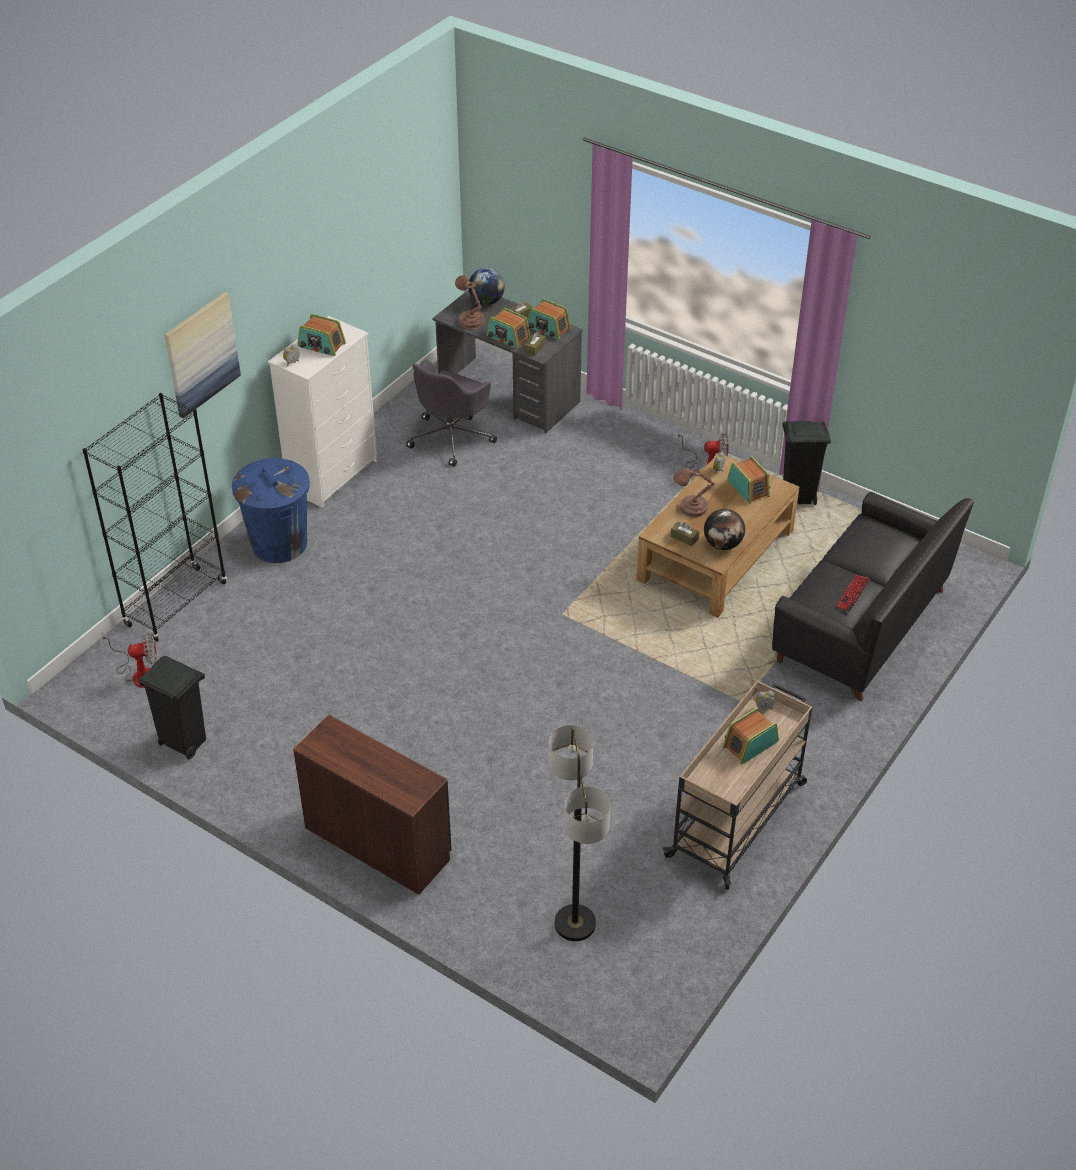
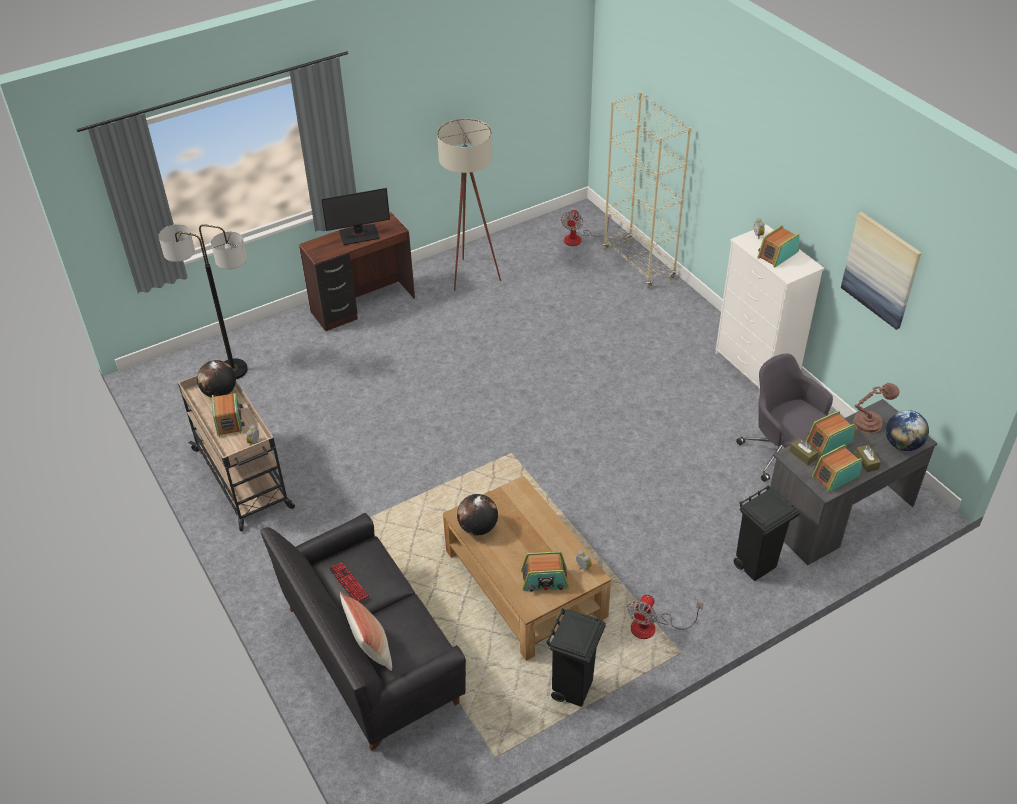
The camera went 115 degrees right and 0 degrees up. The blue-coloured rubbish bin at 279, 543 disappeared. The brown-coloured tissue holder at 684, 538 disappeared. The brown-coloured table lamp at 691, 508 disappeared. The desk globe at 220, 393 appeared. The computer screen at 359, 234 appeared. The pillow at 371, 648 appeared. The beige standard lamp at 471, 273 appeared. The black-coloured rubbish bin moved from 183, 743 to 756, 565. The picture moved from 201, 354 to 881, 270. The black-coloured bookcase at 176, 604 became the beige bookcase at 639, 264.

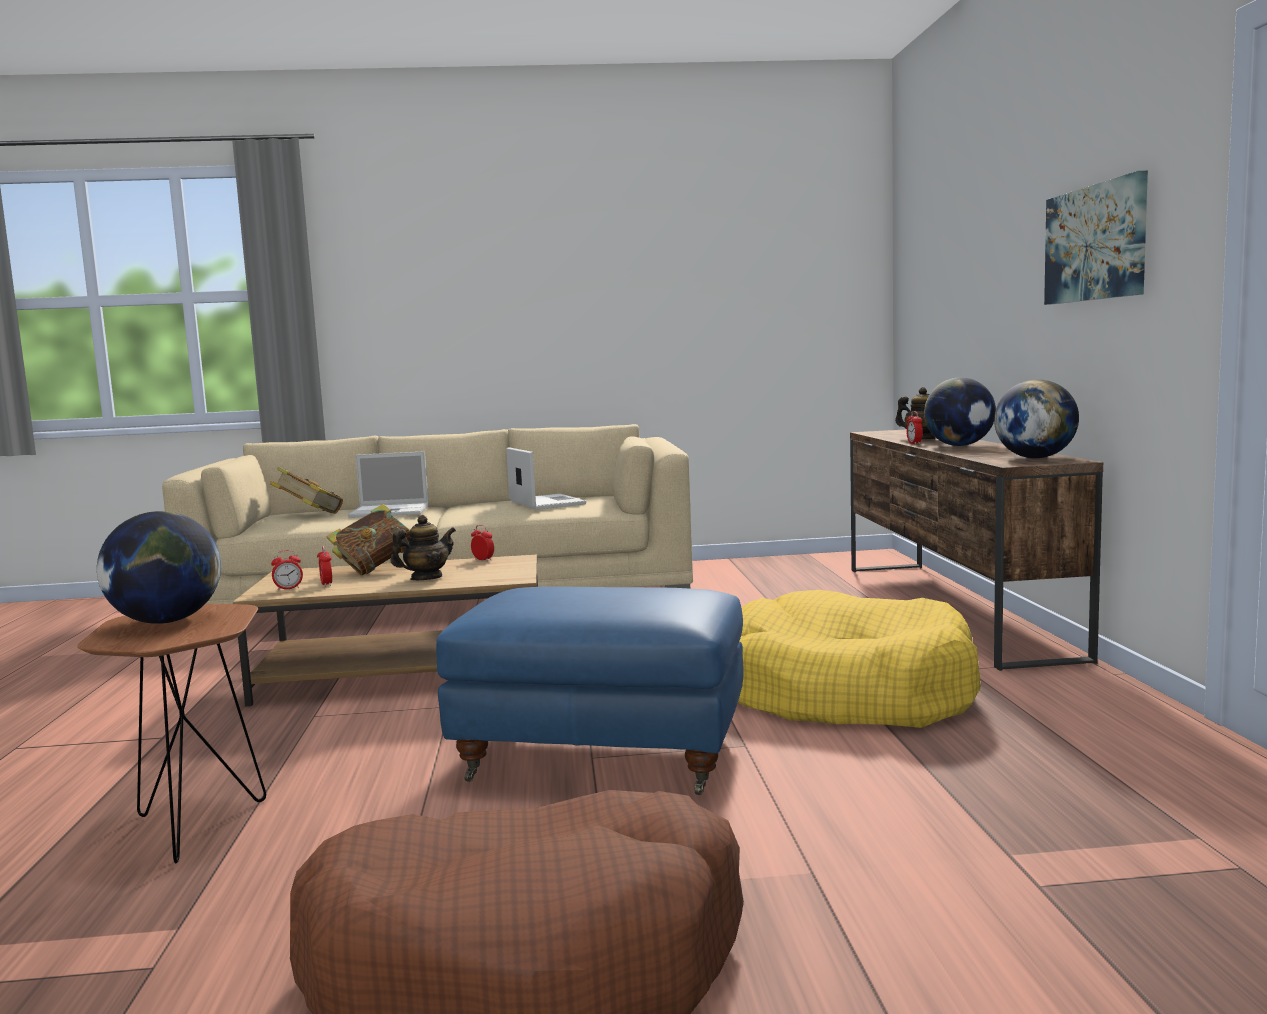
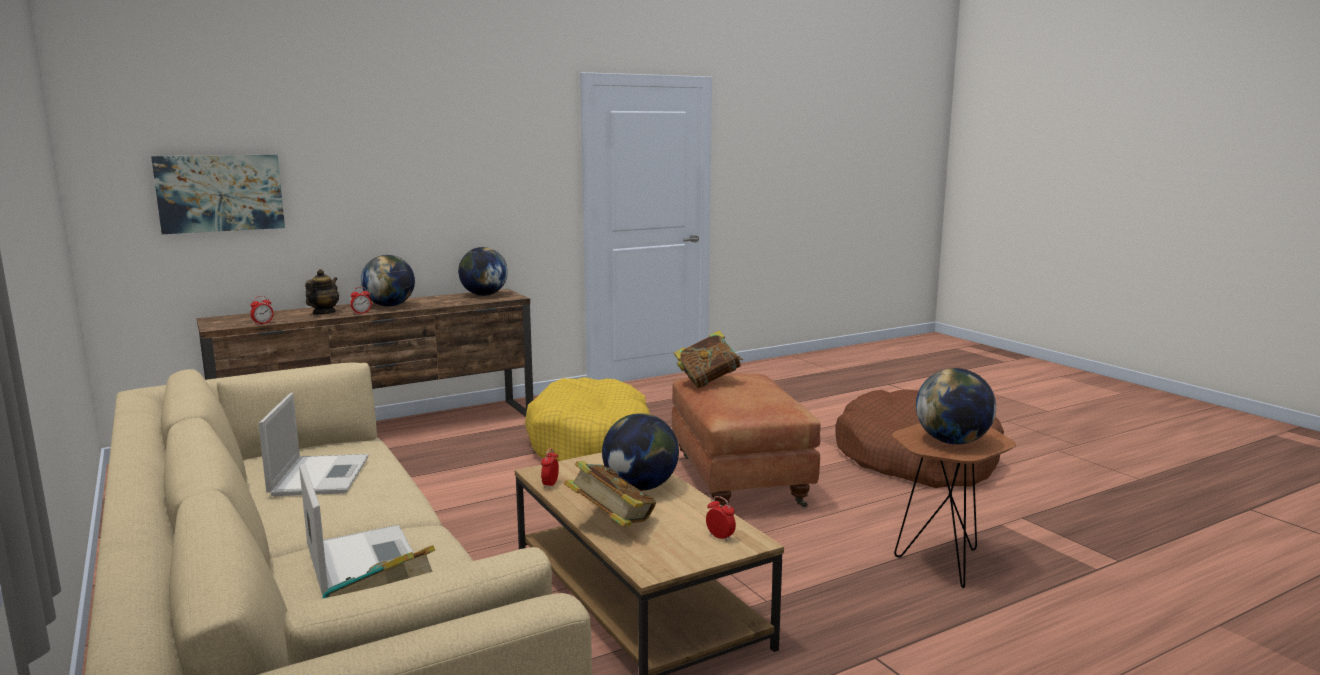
The camera went 115 degrees left and 5 degrees up. The volume at 708, 382 appeared. The table clock moved from 326, 584 to 263, 323. The picture moved from 1096, 243 to 220, 193. The tea pot at 426, 578 was replaced by the desk globe at 640, 487. The blue-coloured pouffe at 603, 756 became the brown-coloured pouffe at 738, 483. The laptop at 546, 503 turned 135 degrees clockwise.

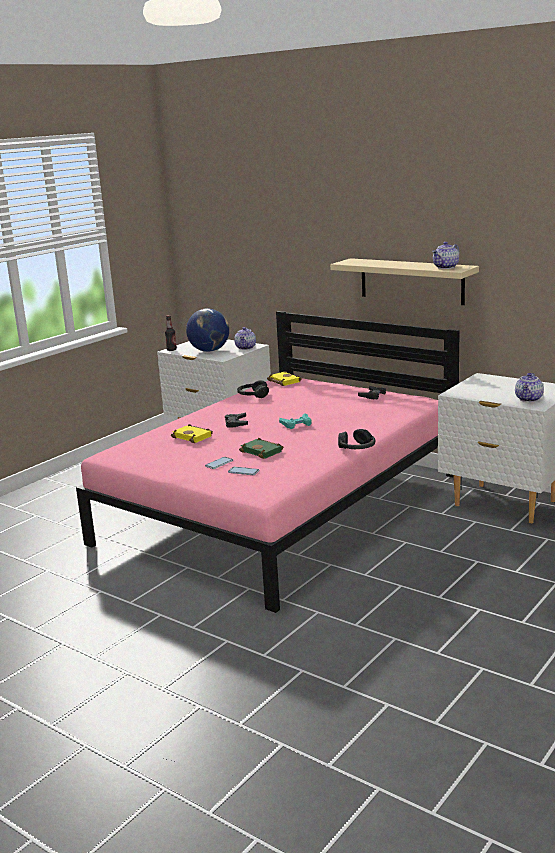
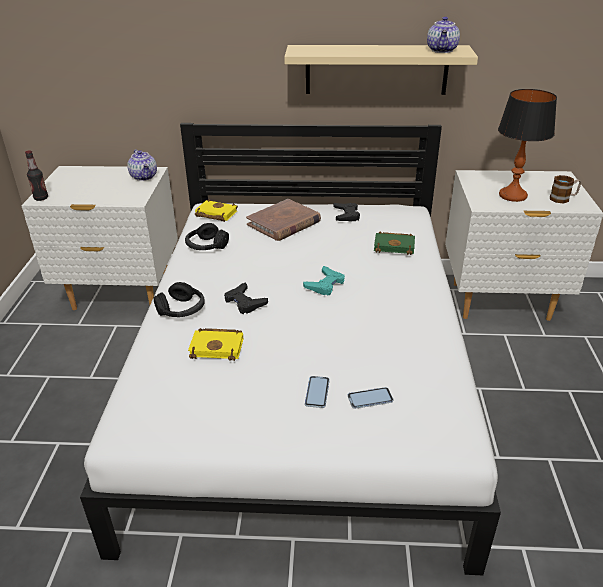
The camera went 35 degrees left and 15 degrees up. The desk globe at 209, 351 disappeared. The brown-coloured volume at 284, 223 appeared. The table lamp at 513, 195 appeared. The greenish volume moved from 263, 451 to 395, 246. The black-coloured headphones moved from 357, 448 to 181, 309. The tea pot at 529, 399 was replaced by the tea mug at 563, 198. The pink sleeping bed at 282, 508 became the whitish sleeping bed at 303, 383.

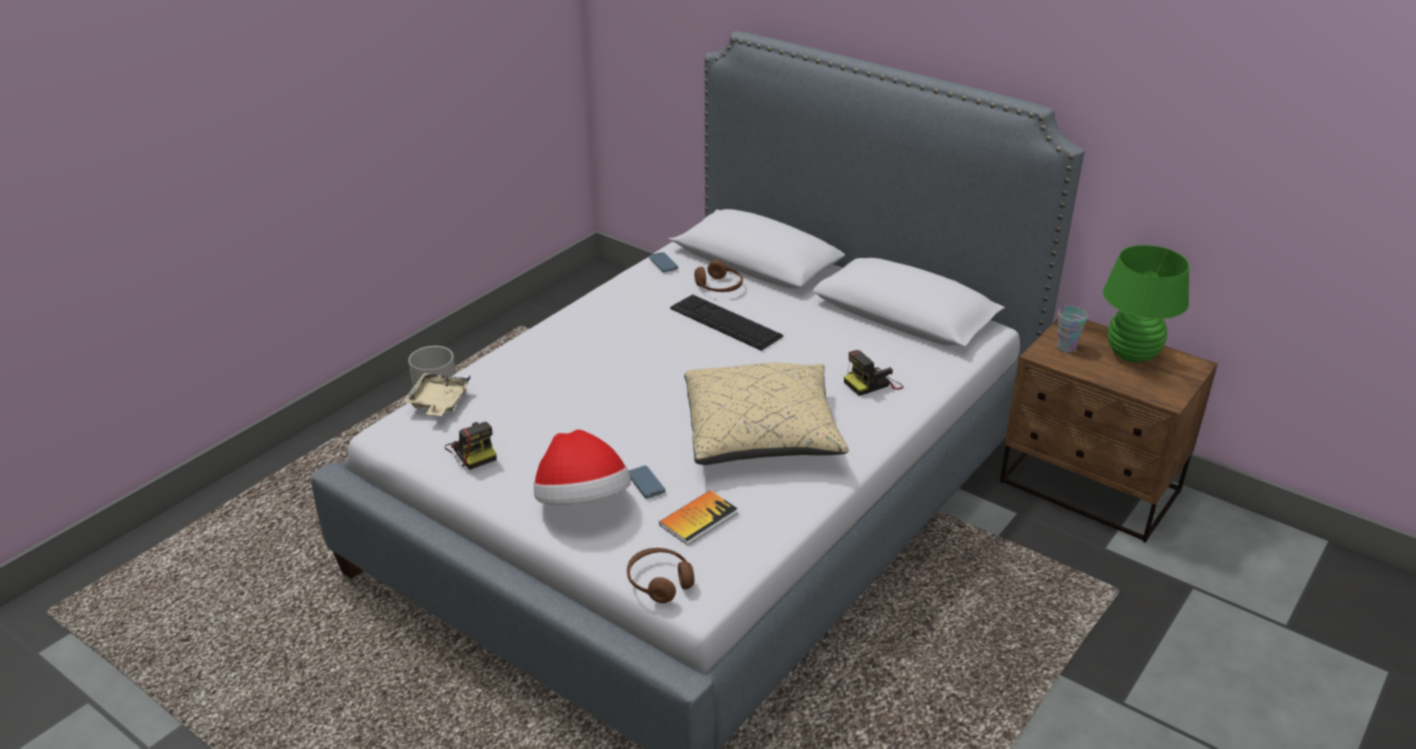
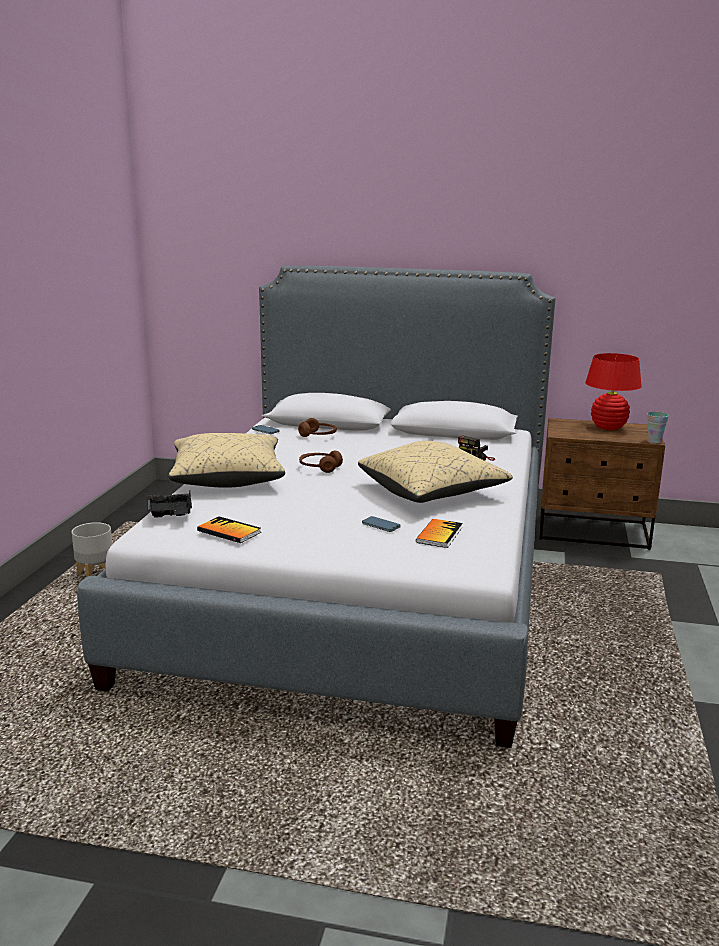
The camera went 25 degrees left and 15 degrees down. The hat at 582, 503 disappeared. The keyboard at 725, 322 disappeared. The beige pillow at 227, 478 appeared. The brown-coloured headphones moved from 659, 582 to 320, 468. The drinking cup moved from 1066, 347 to 654, 441. The photo camera at 472, 451 was replaced by the volume at 229, 531. The beige carrying tray at 438, 402 became the black-coloured carrying tray at 170, 513. The greenish table lamp at 1132, 354 became the reddish table lamp at 608, 427.

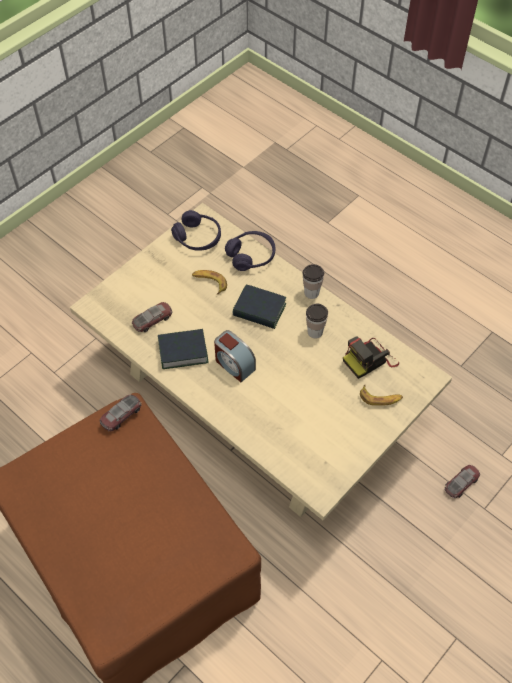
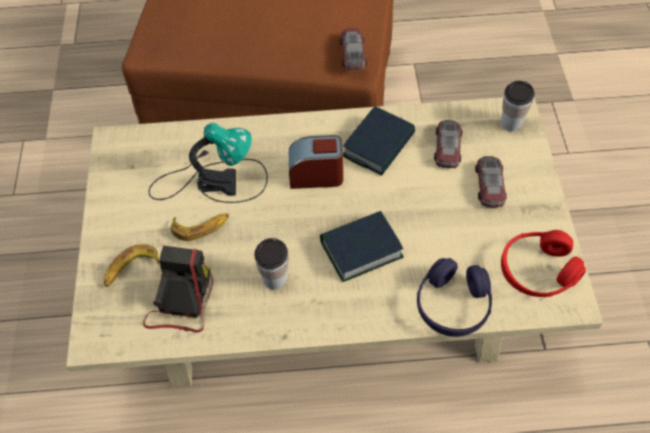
The camera went 135 degrees right and 0 degrees up. The table lamp at 213, 180 appeared. The whole banana moved from 209, 283 to 201, 227. The drinking cup moved from 311, 293 to 511, 123. The model car moved from 461, 483 to 490, 185. The purplish headphones at 197, 237 became the reddish headphones at 537, 271.

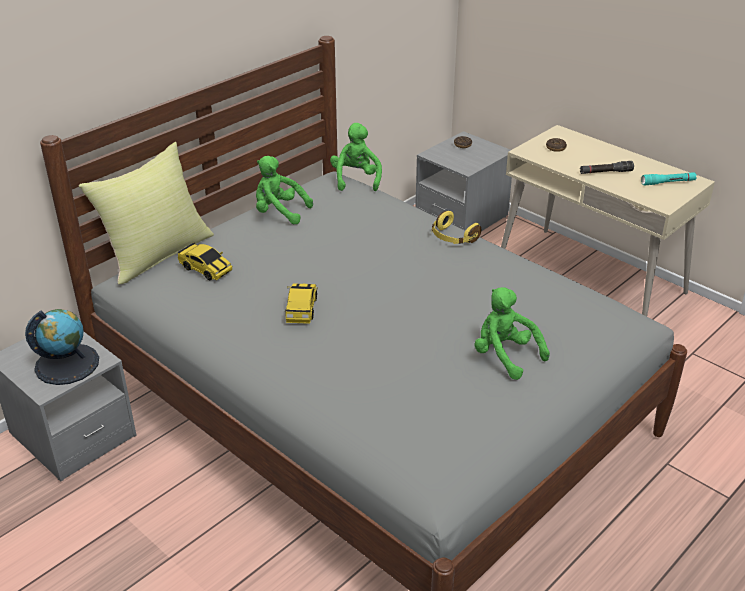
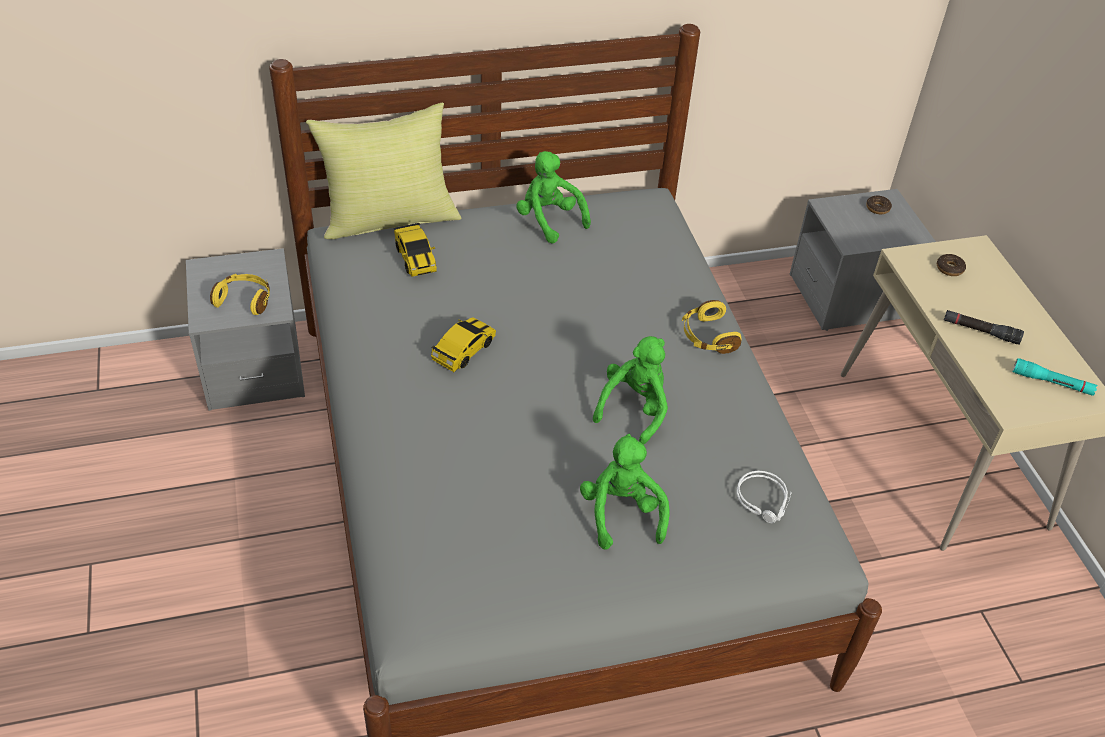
The camera went 30 degrees right and 10 degrees up. The whitish headphones at 764, 500 appeared. The greenish cuddly toy moved from 356, 179 to 634, 409. The desk globe at 67, 364 was replaced by the yellow headphones at 244, 300.

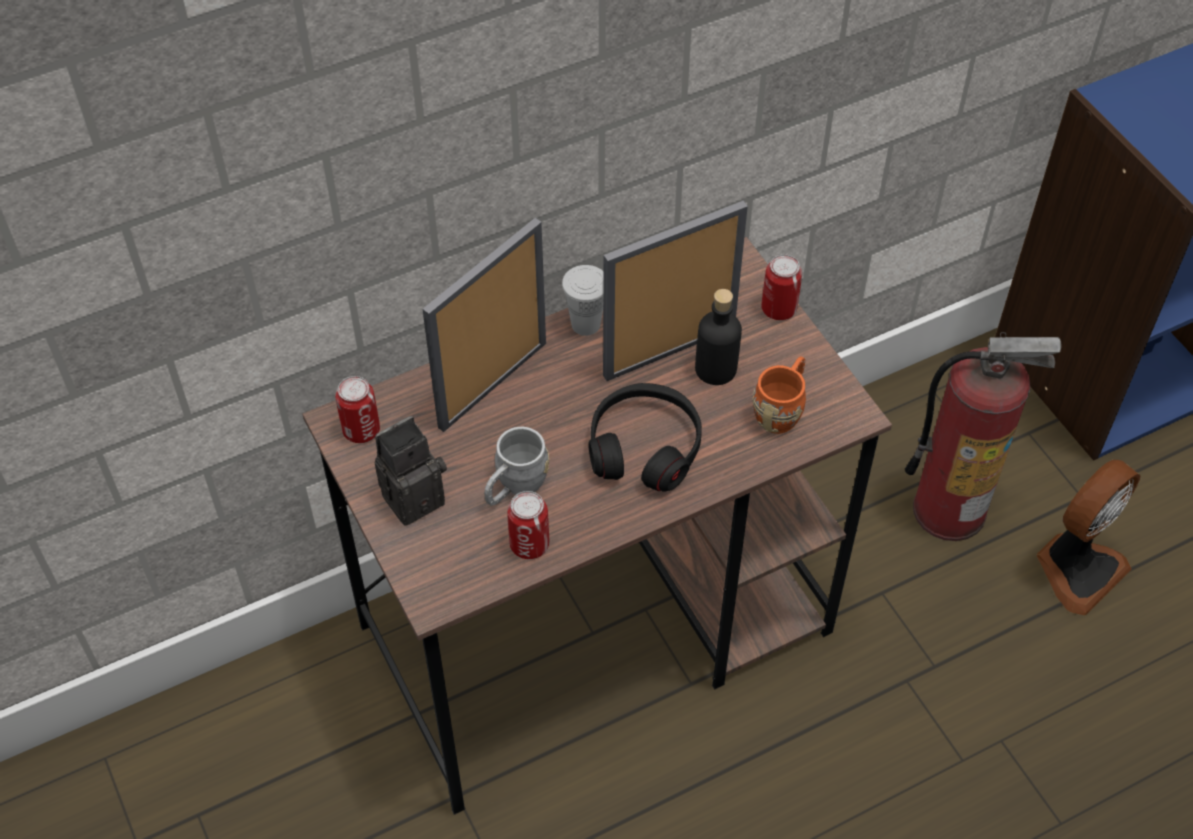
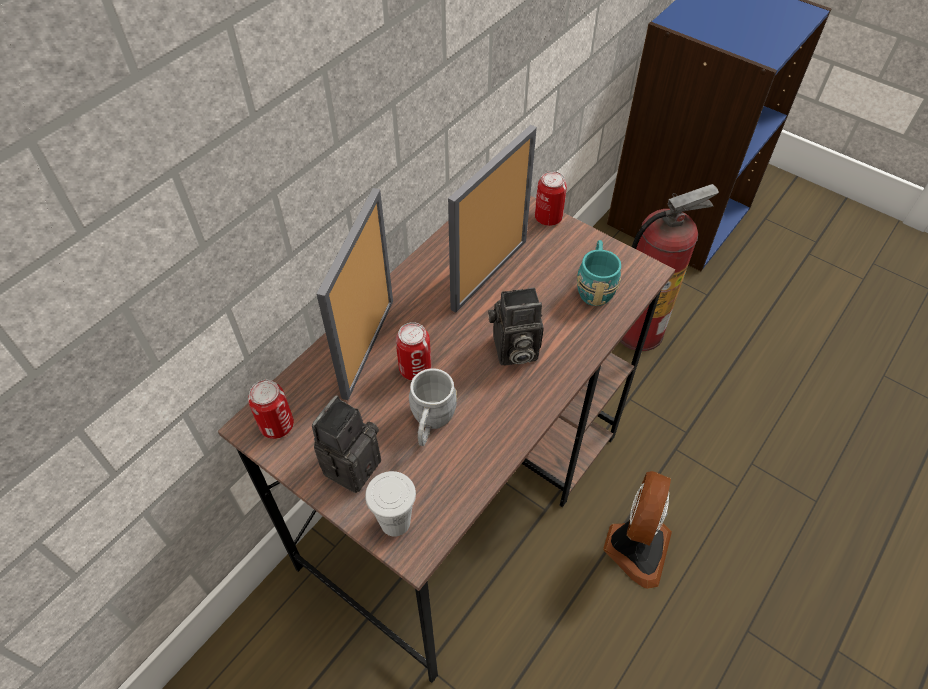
The camera went 25 degrees left and 0 degrees up. The black-coloured beverage bottle at 716, 369 disappeared. The sealed can moved from 529, 544 to 415, 369. The whitish drinking cup moved from 585, 324 to 395, 522. The electric fan moved from 1077, 568 to 635, 548. The black-coloured headphones at 644, 446 was replaced by the photo camera at 513, 351. The orange-coloured tea mug at 782, 409 became the turquoise tea mug at 595, 286.

